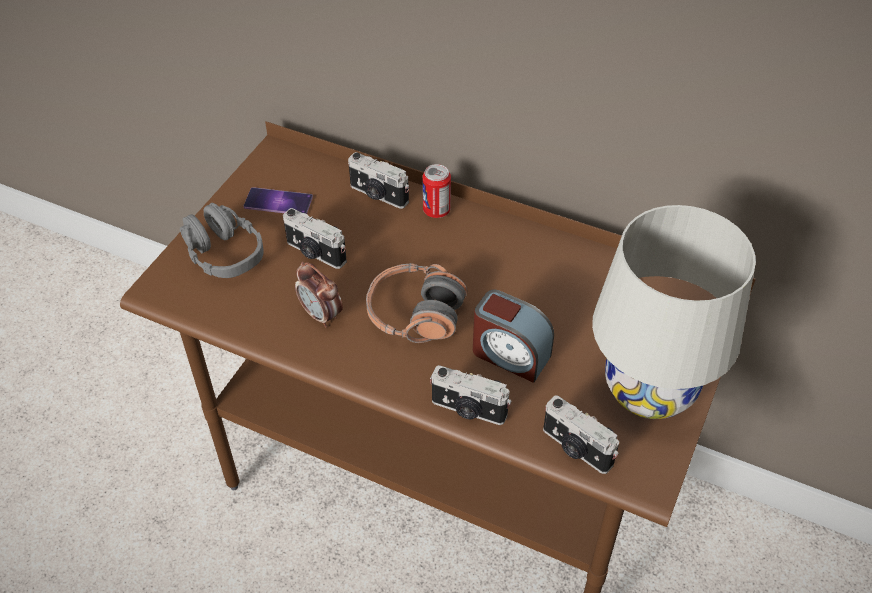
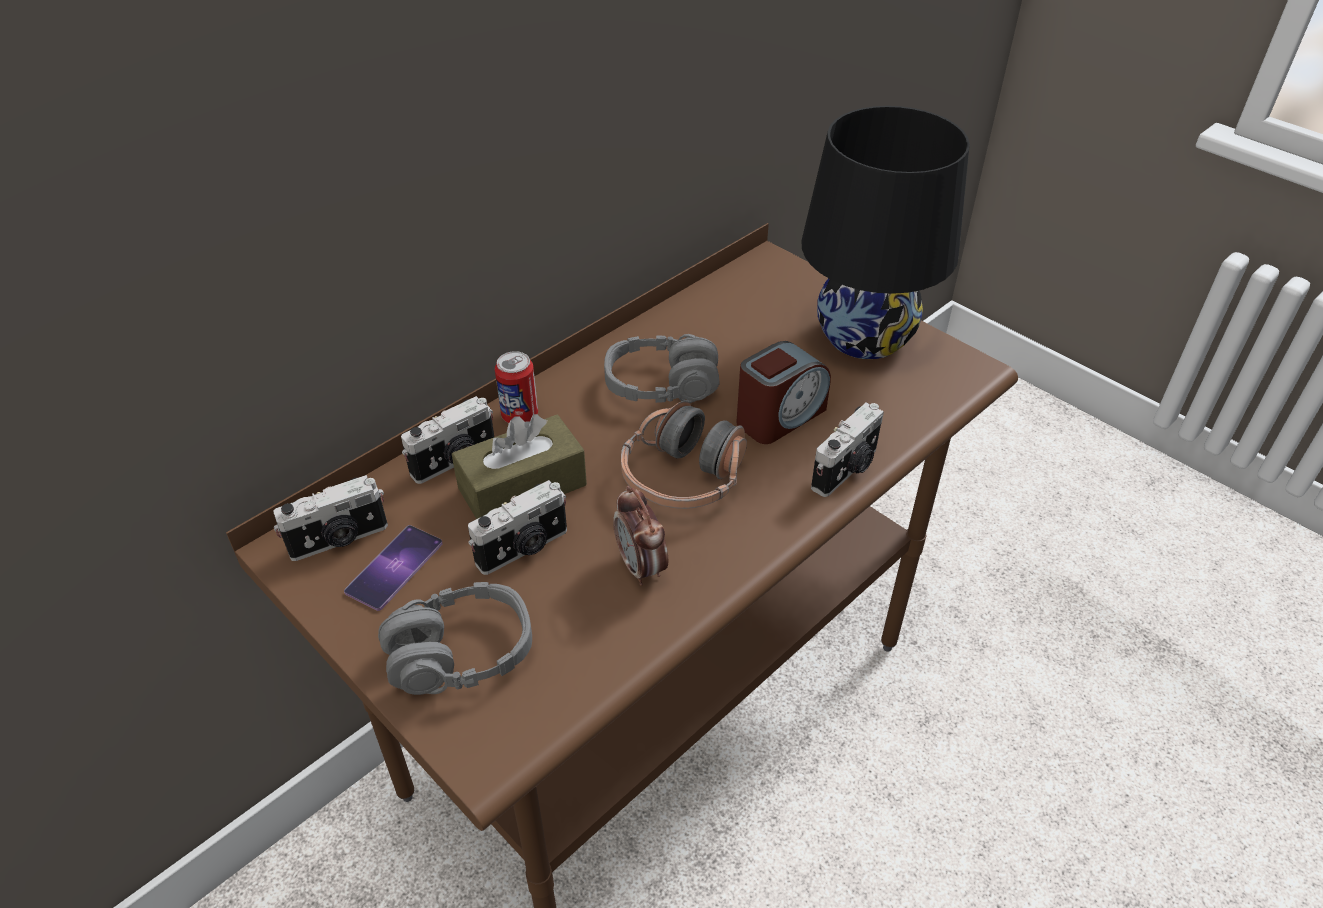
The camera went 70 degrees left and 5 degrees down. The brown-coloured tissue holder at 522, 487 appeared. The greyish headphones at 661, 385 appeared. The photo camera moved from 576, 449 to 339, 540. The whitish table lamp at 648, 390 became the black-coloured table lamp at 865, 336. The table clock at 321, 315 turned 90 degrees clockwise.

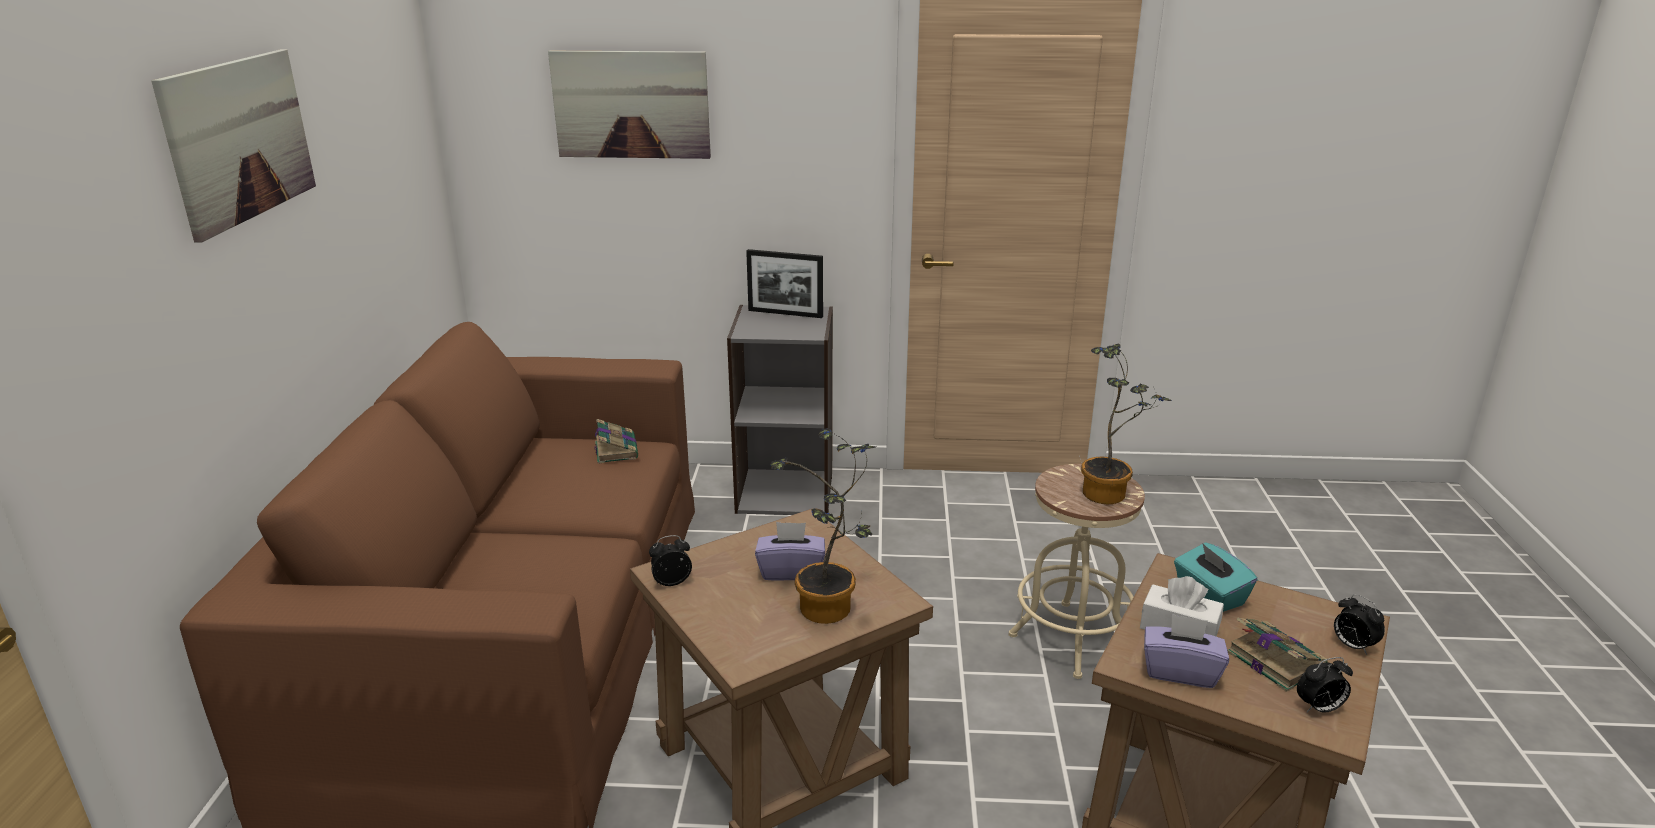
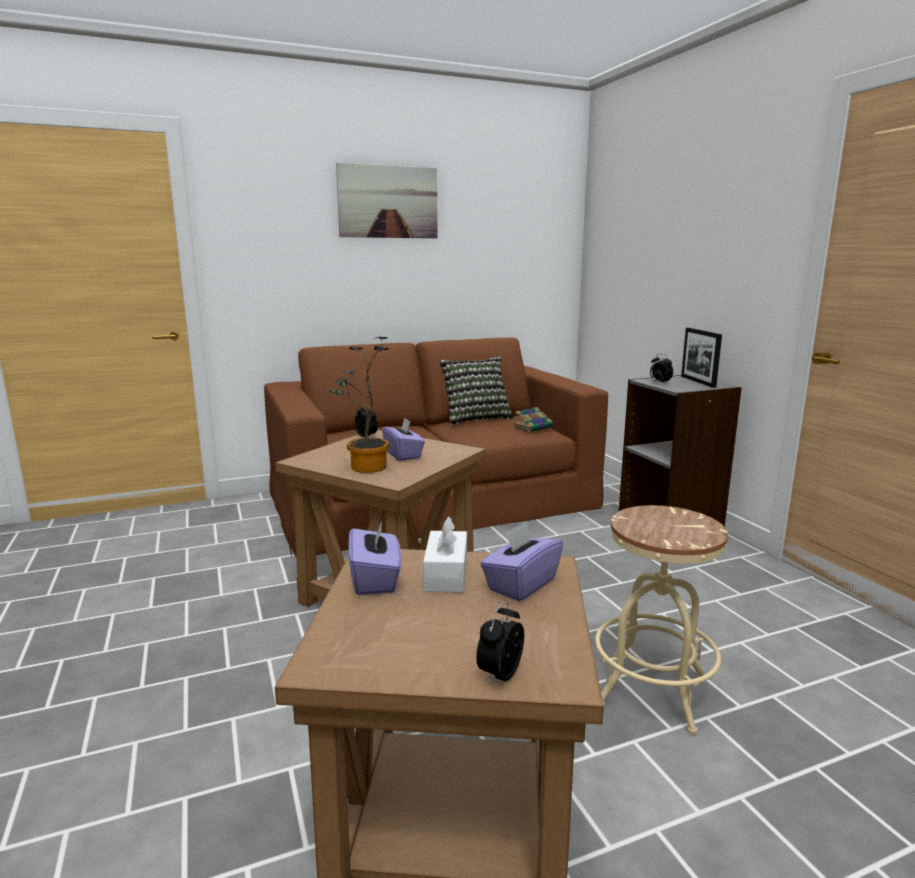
The camera went 65 degrees right and 10 degrees down. The picture at 631, 104 disappeared. The potted plant at 1110, 494 disappeared. The volume at 1273, 660 disappeared. The pillow at 475, 418 appeared. The table clock moved from 1319, 708 to 659, 383. The turquoise tissue holder at 1209, 595 became the purplish tissue holder at 521, 584.

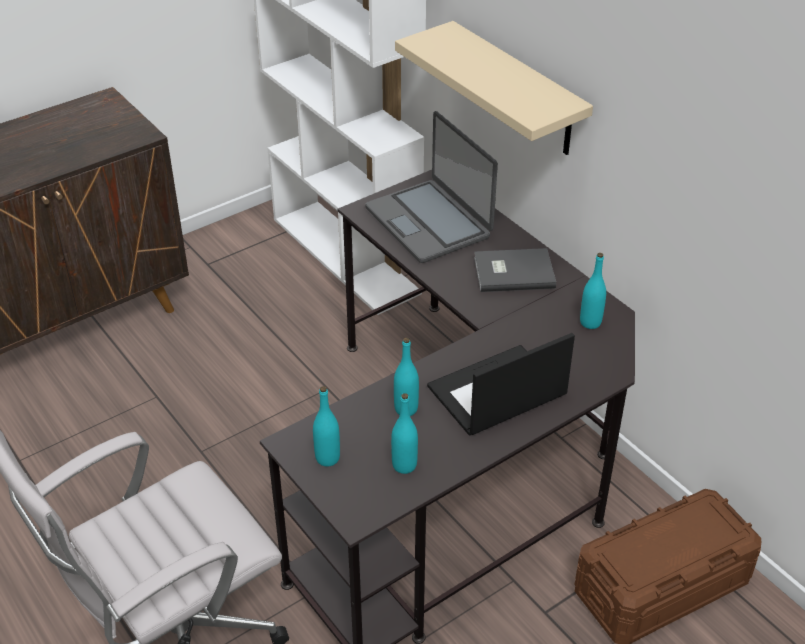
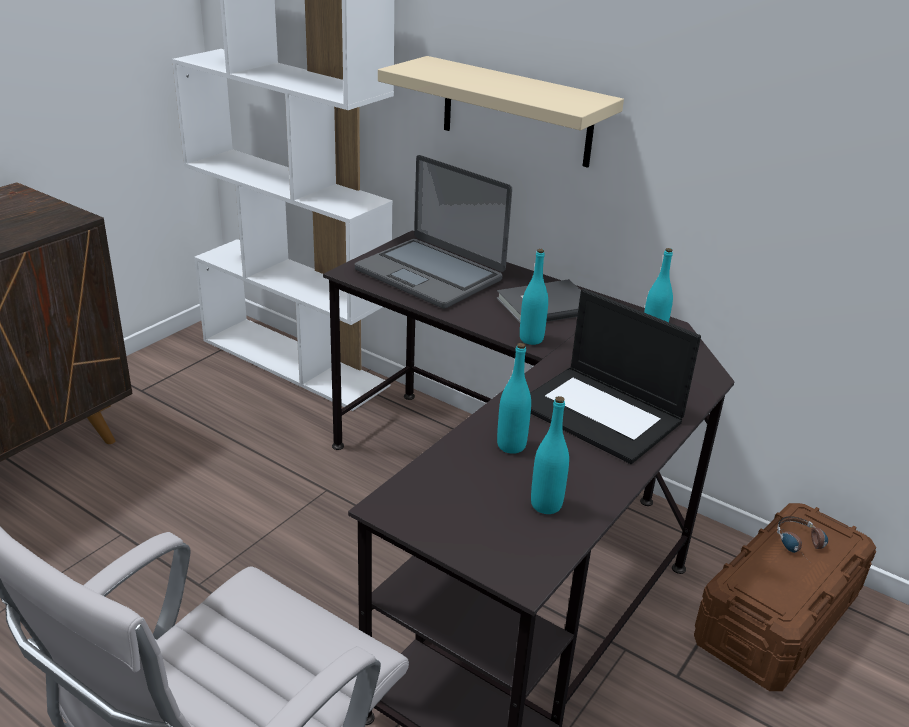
The camera went 20 degrees left and 10 degrees down. The headphones at 802, 546 appeared. The turquoise beverage bottle moved from 327, 458 to 531, 339. The laptop at 496, 393 turned 90 degrees counterclockwise.

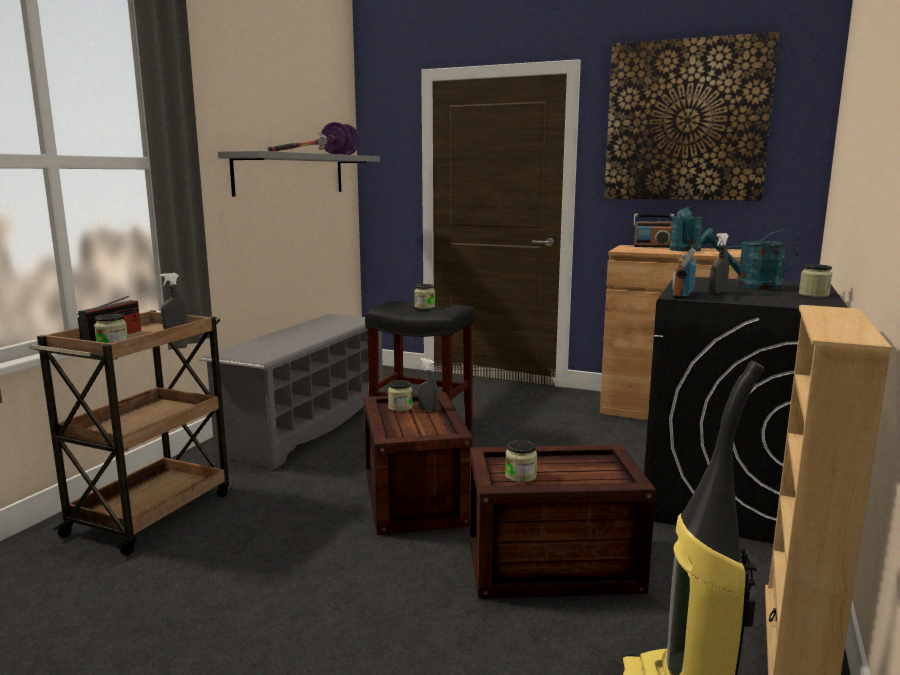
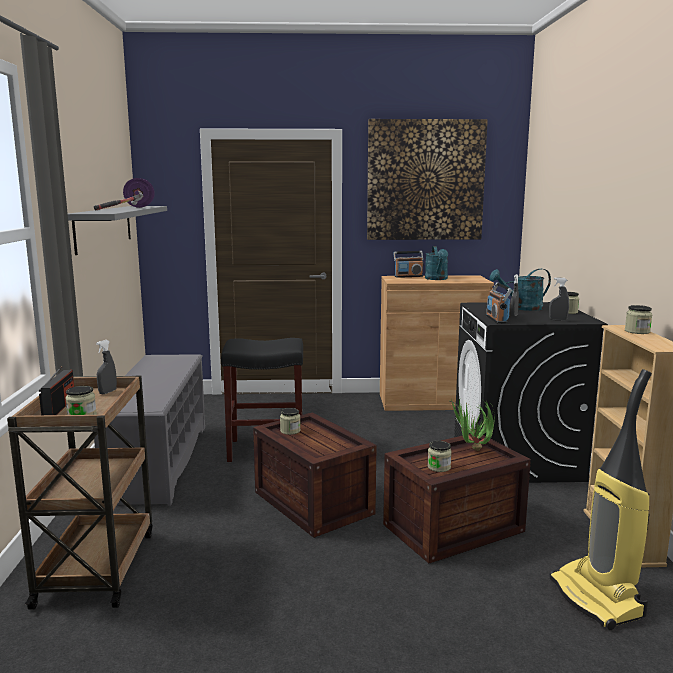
The camera went 25 degrees left and 0 degrees up. The potted plant at 472, 452 appeared. The jar moved from 424, 307 to 637, 331. The greyish hand sprayer moved from 428, 410 to 558, 320.

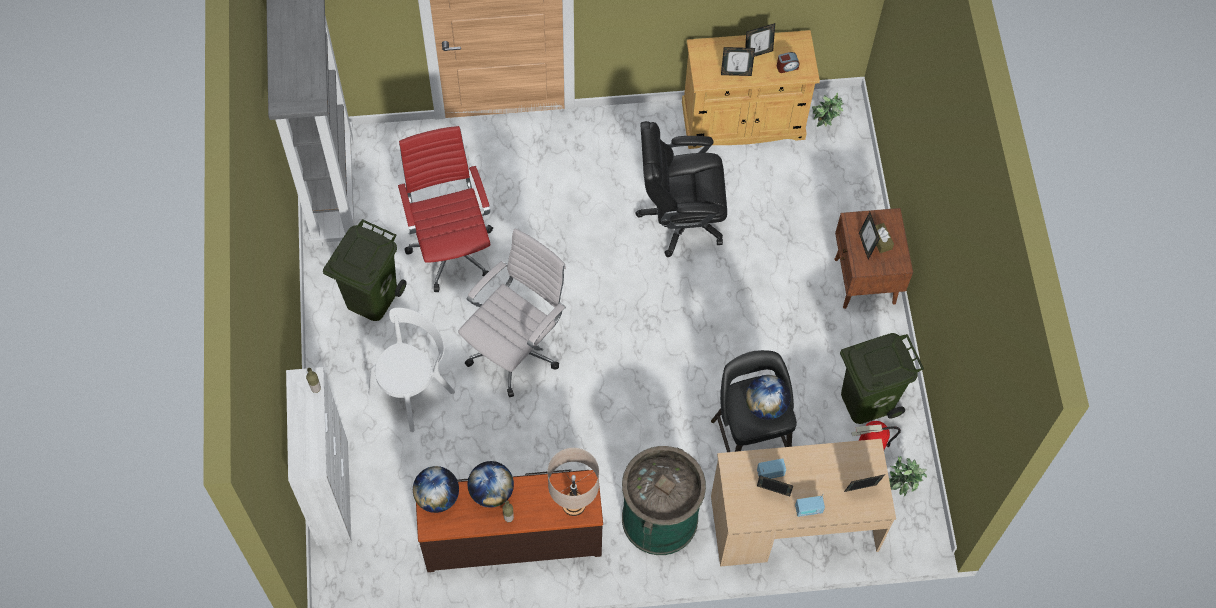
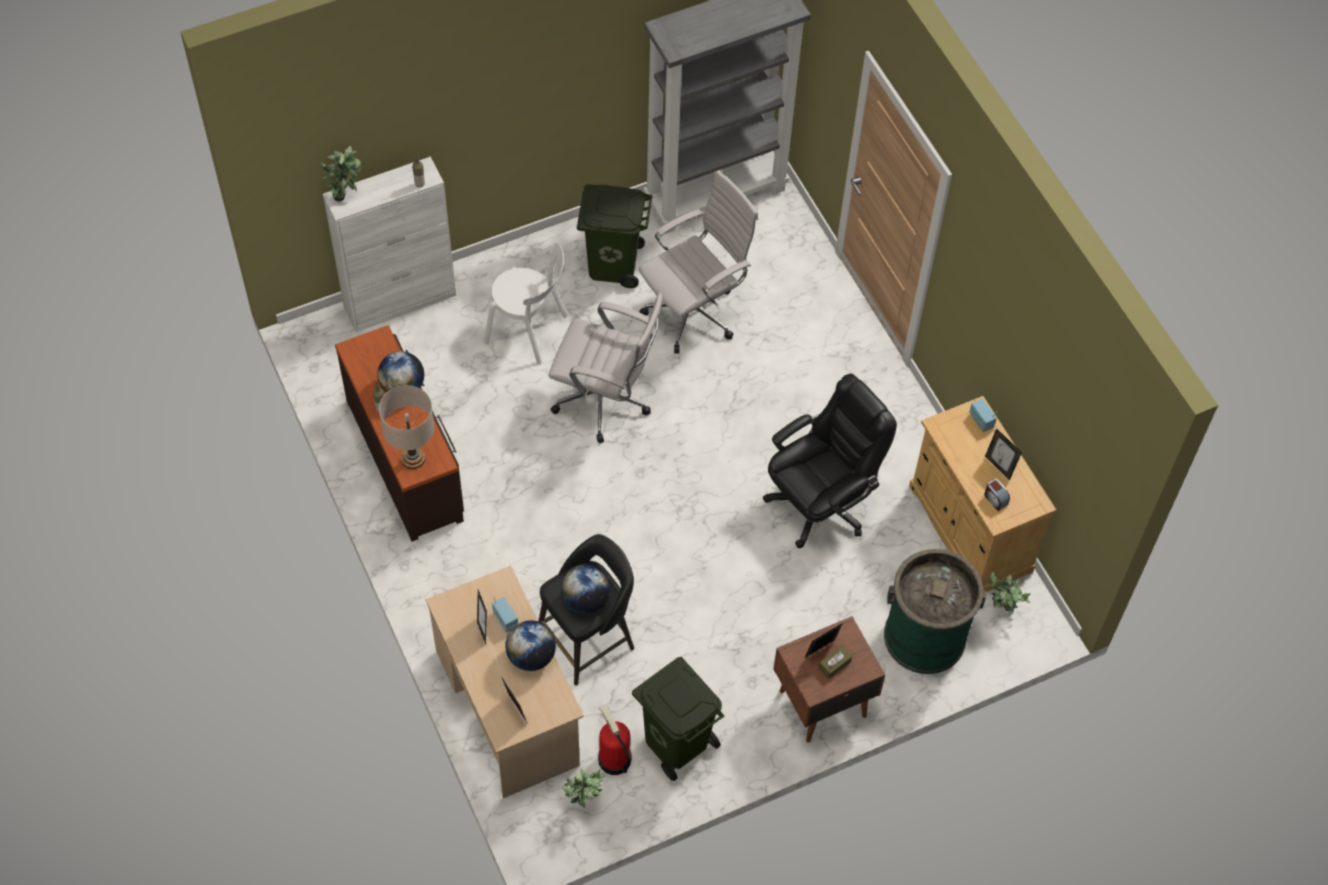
The camera went 70 degrees right and 5 degrees down. The picture frame at 736, 73 disappeared. The potted plant at 346, 194 appeared. The desk globe moved from 437, 497 to 531, 656. The greenish rubbish bin moved from 660, 518 to 925, 636. The radio moved from 808, 509 to 981, 420. The reddish desk chair at 451, 248 became the whitish desk chair at 695, 312. The black-coloured desk chair at 680, 217 turned 75 degrees clockwise.

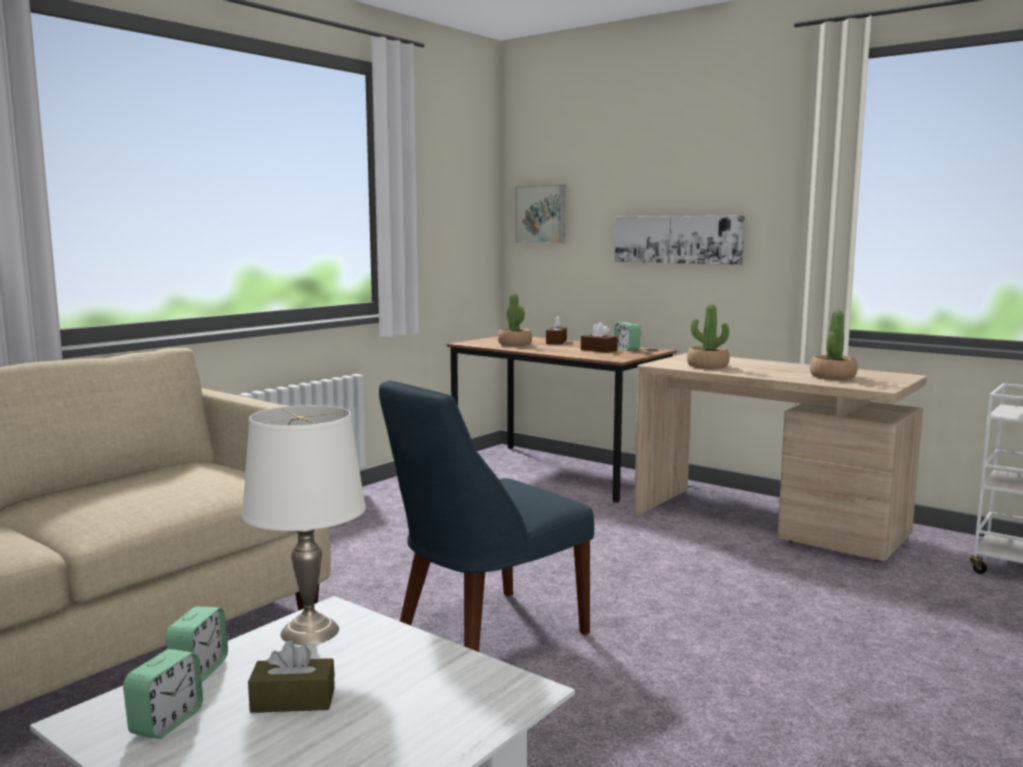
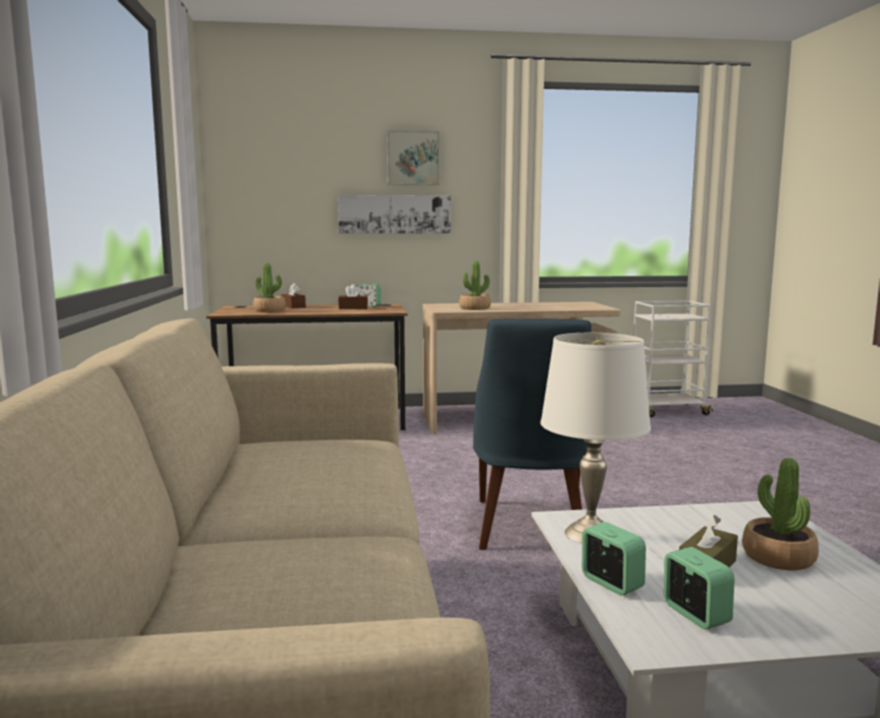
The camera went 45 degrees left and 0 degrees up. The picture moved from 541, 214 to 413, 158. The potted plant moved from 832, 377 to 778, 557.

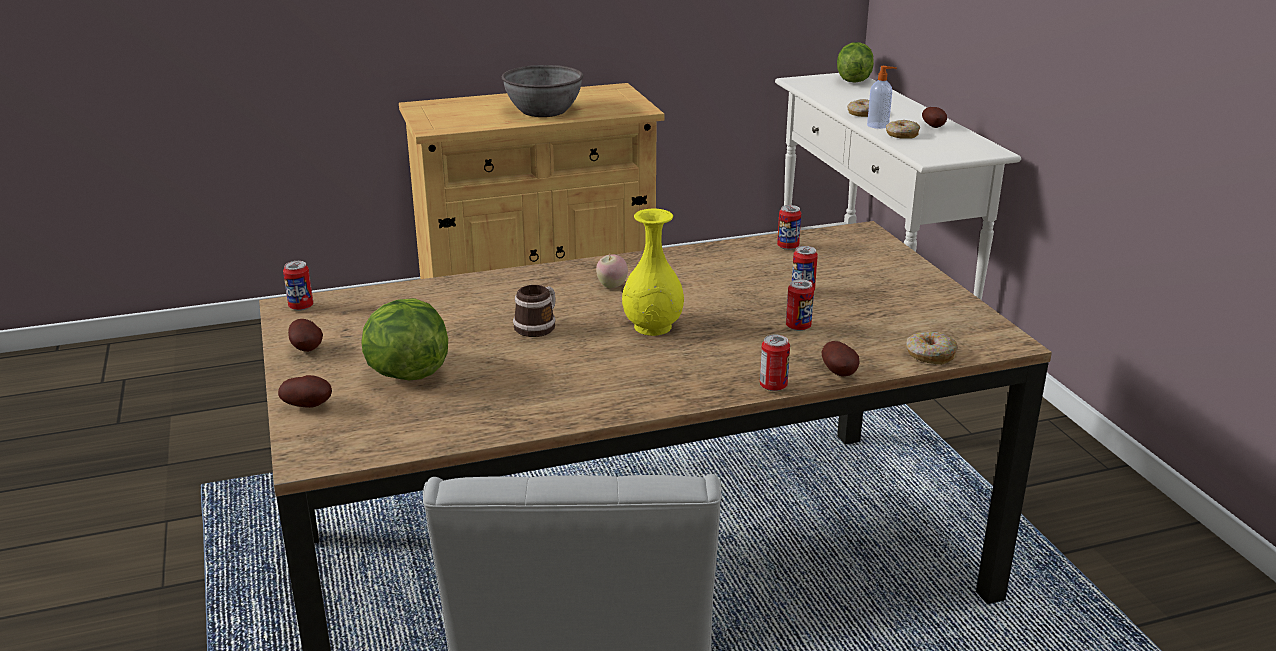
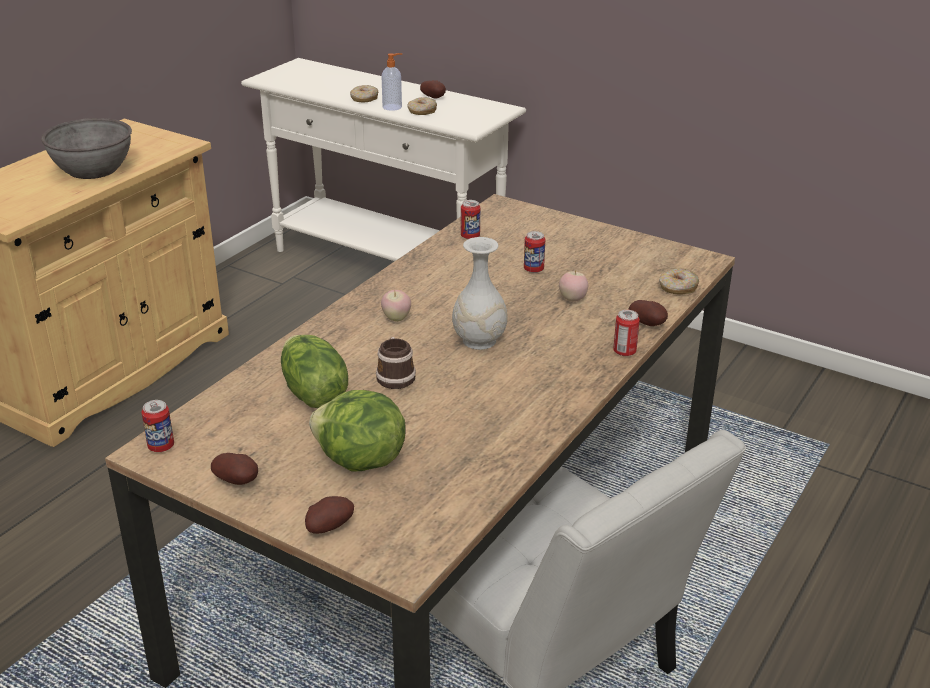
The camera went 40 degrees left and 5 degrees up. The head of lettuce moved from 852, 80 to 312, 394. The sealed can at 798, 327 was replaced by the whole apple at 572, 299. The yellow flower vase at 652, 327 became the whitish flower vase at 478, 340.

